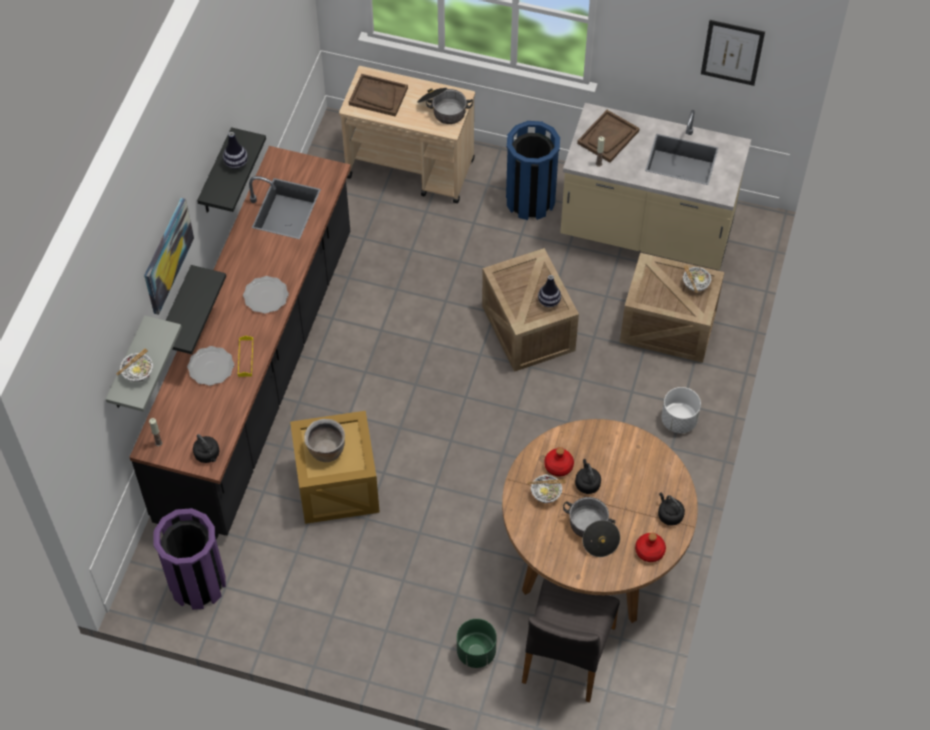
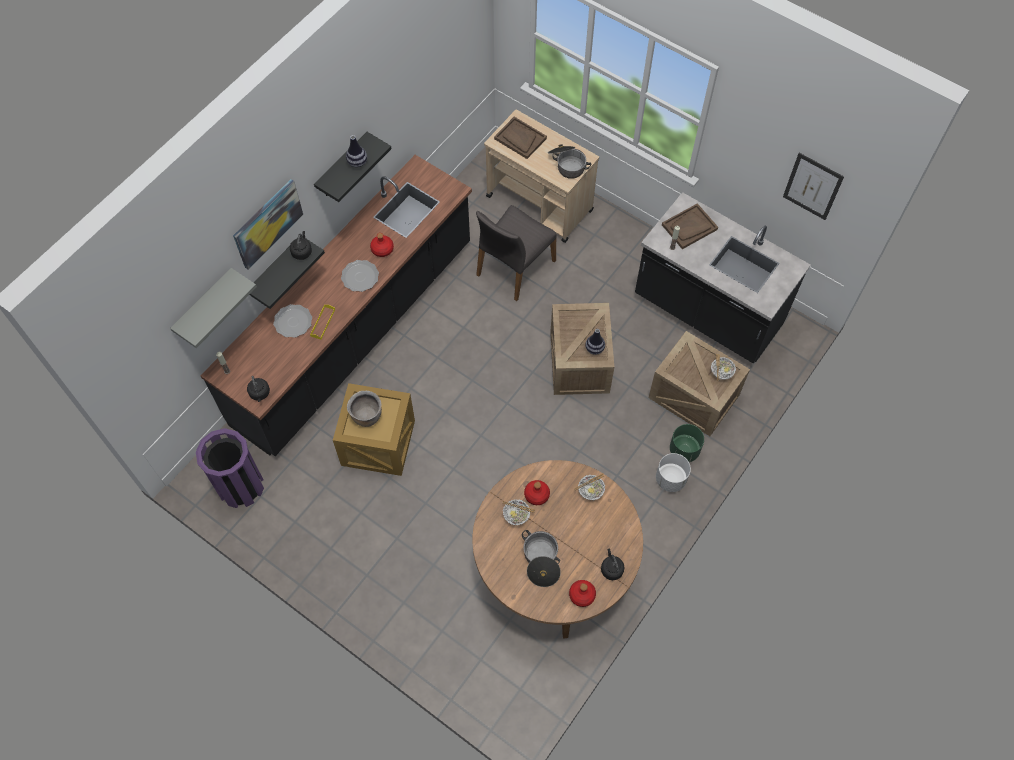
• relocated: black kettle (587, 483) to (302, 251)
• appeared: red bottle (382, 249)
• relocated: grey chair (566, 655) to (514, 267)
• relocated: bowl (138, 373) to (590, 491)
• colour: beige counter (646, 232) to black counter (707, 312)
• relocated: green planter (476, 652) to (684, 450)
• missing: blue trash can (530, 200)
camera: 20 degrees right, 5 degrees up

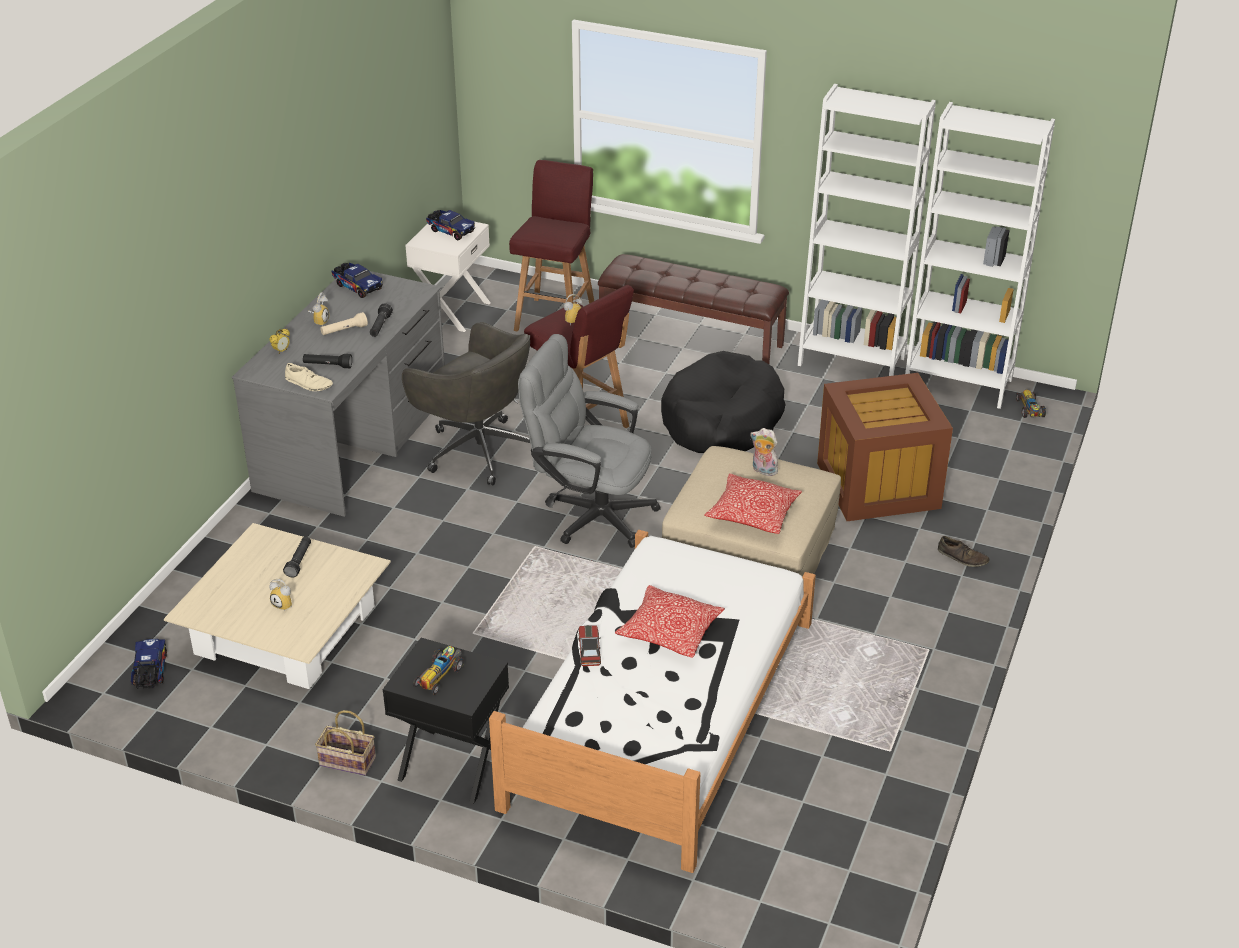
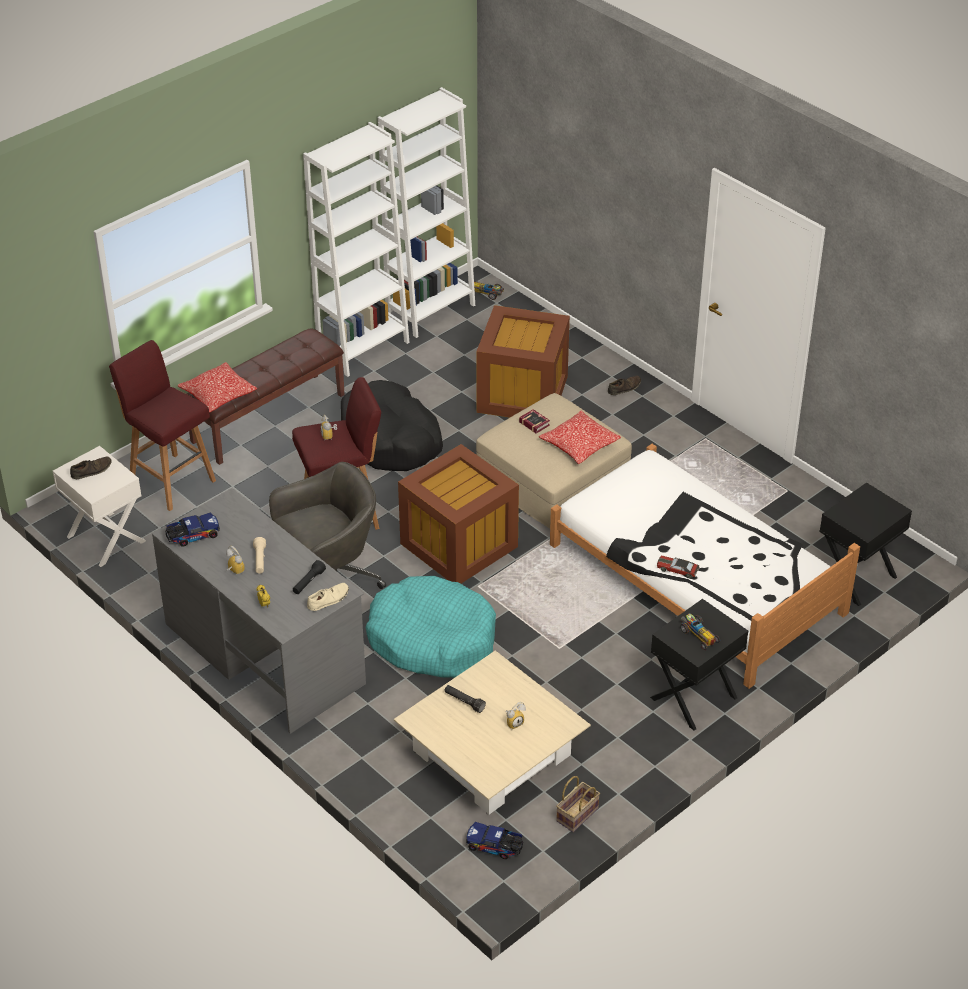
• exchanged: toy truck (450, 231) to brown shoe (91, 470)
• relocated: pillow (669, 632) to (218, 395)
• appeared: turquoise dog bed (432, 639)
• exchanged: grey office chair (590, 513) to brown storage box (457, 545)
• exchanged: plush toy (763, 471) to book (534, 423)
• relocated: basket (346, 762) to (577, 816)
• appeared: black nightstand (856, 577)
• missing: black flashlight (380, 327)
camera: 65 degrees left, 5 degrees up

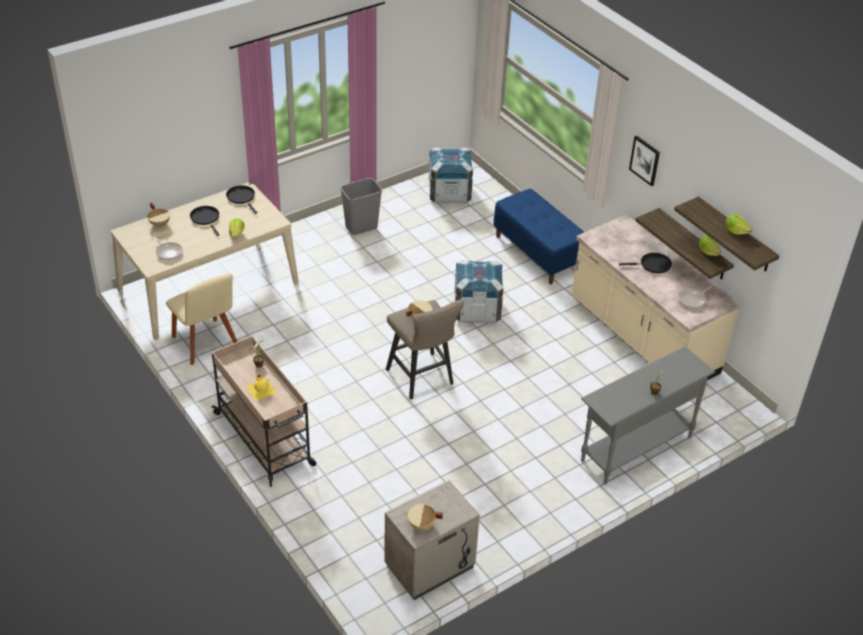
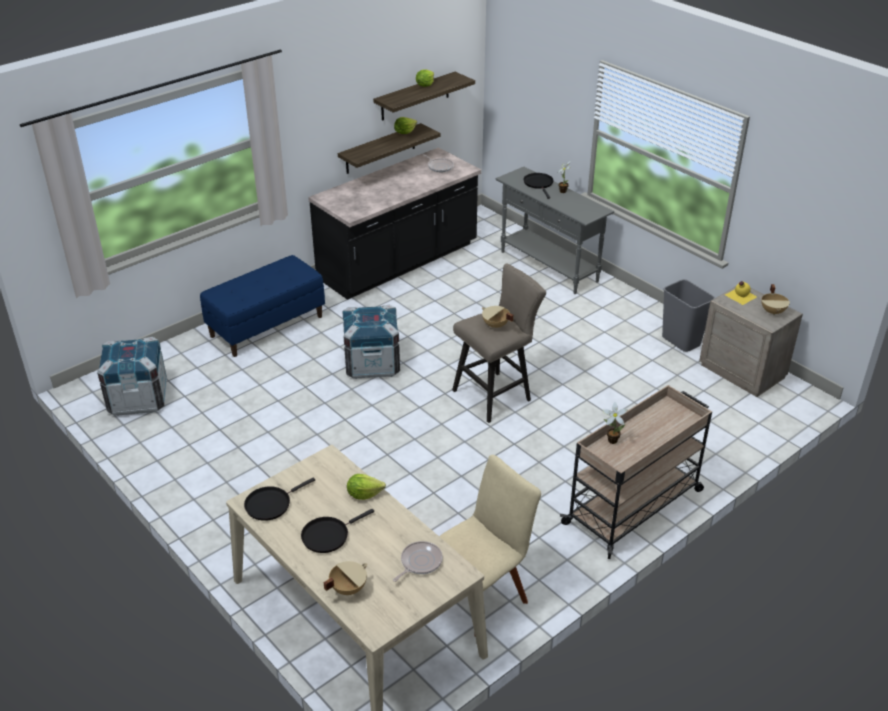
• colour: beige counter (642, 338) to black counter (399, 262)
• relocated: black frying pan (653, 265) to (539, 184)
• relocated: grey trash can (361, 228) to (681, 341)
• relocated: yellow bottle (261, 389) to (740, 295)
• missing: picture (645, 160)
camera: 95 degrees left, 5 degrees down

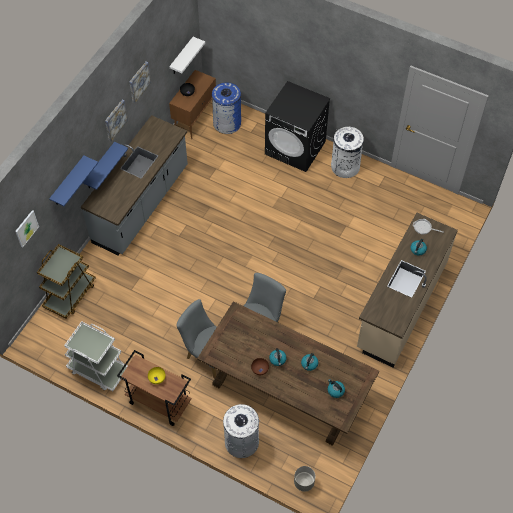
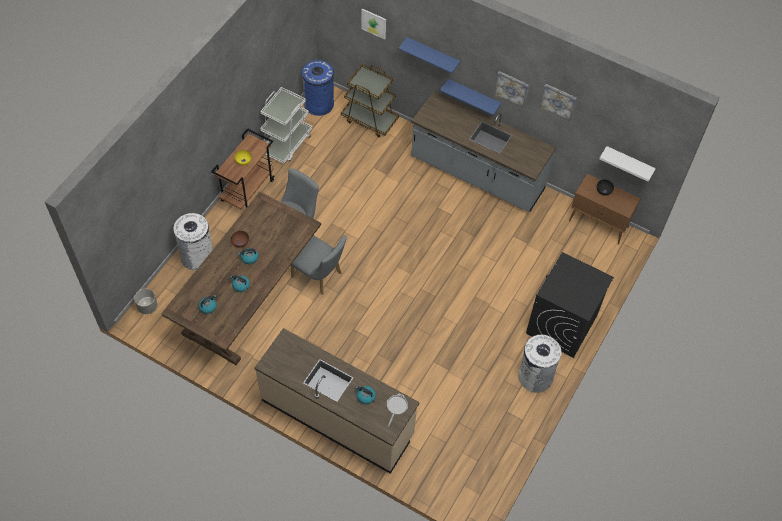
• relocated: blue trash can (227, 123) to (319, 104)
camera: 90 degrees right, 0 degrees up

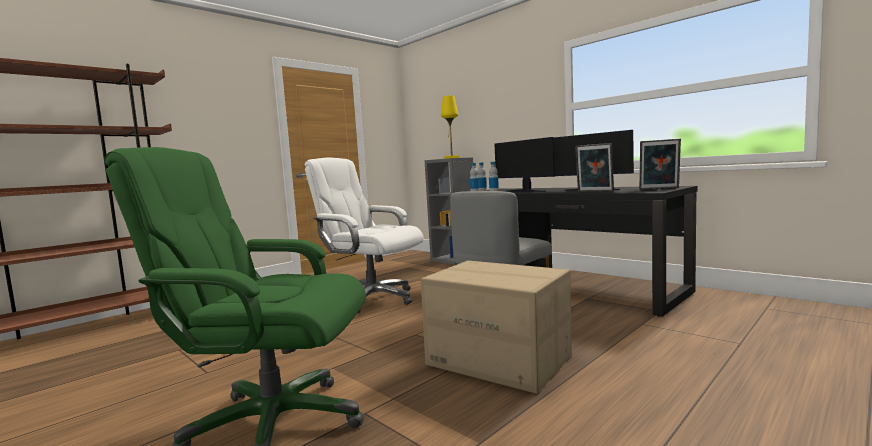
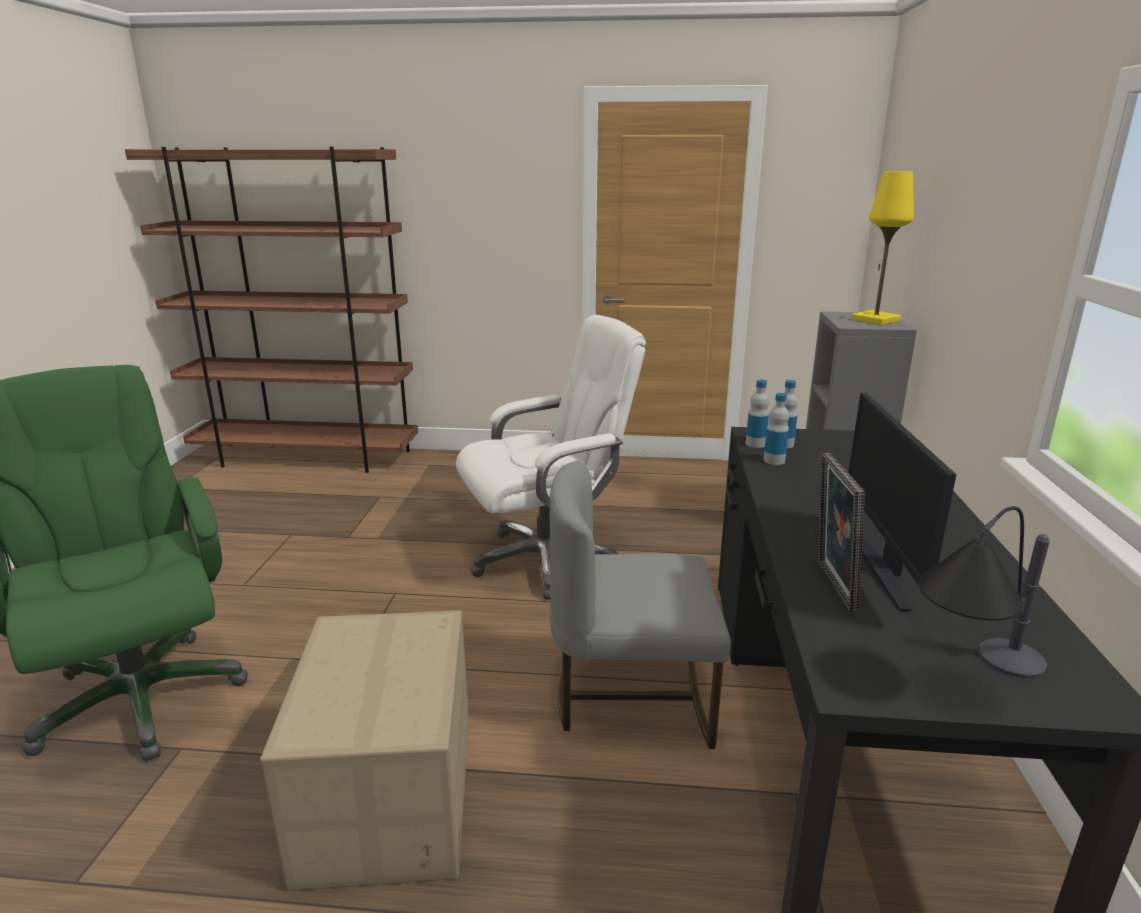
• spun: white office chair (372, 299) = (547, 560) 75 degrees clockwise
• exchanged: picture frame (659, 189) to table lamp (972, 678)
• missing: monitor (525, 191)
camera: 50 degrees right, 15 degrees up

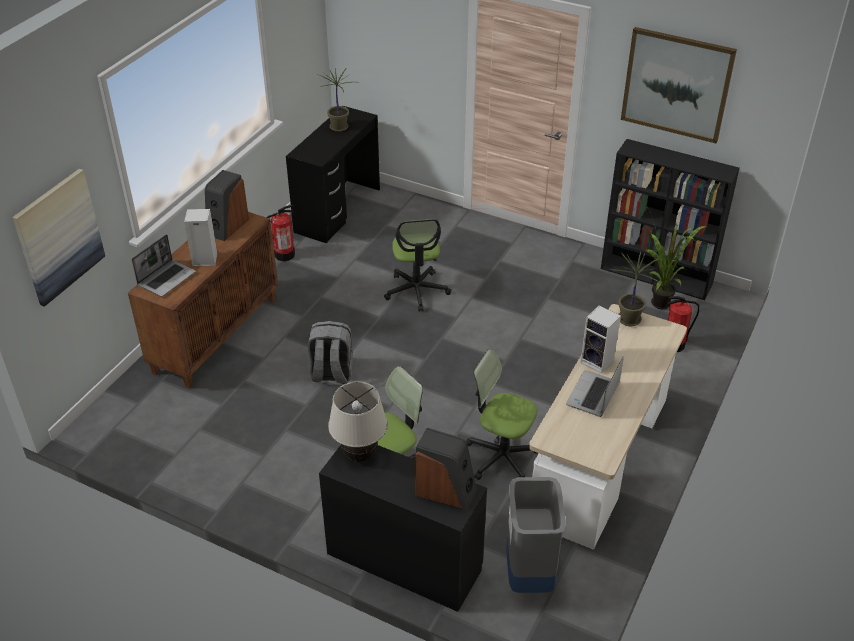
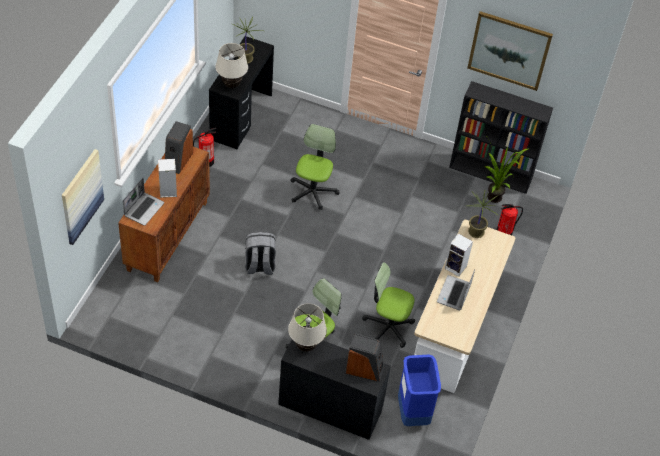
• appeared: beige table lamp (231, 85)
• spun: office chair (416, 291) = (313, 191) 150 degrees counterclockwise
• colour: grey trash can (528, 575) to blue trash can (412, 413)
camera: 10 degrees left, 10 degrees up

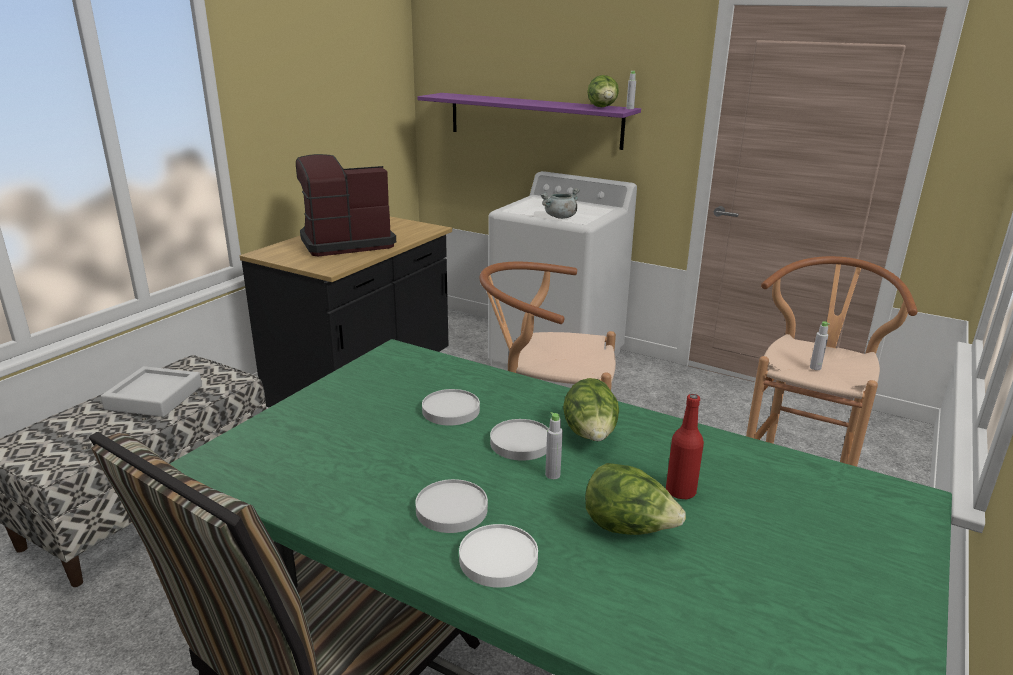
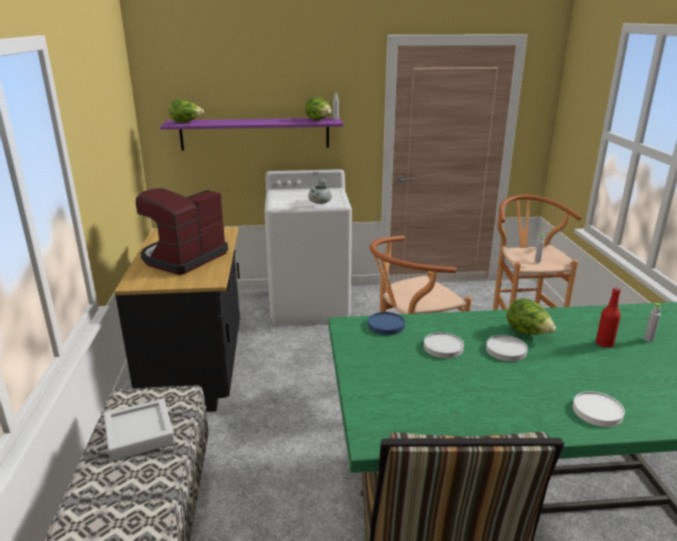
• relocated: lettuce (628, 528) to (186, 122)
• appeared: blue plate (385, 325)
• relocated: grey bottle (552, 475) to (648, 339)
• missing: white plate (452, 509)
camera: 35 degrees left, 0 degrees up

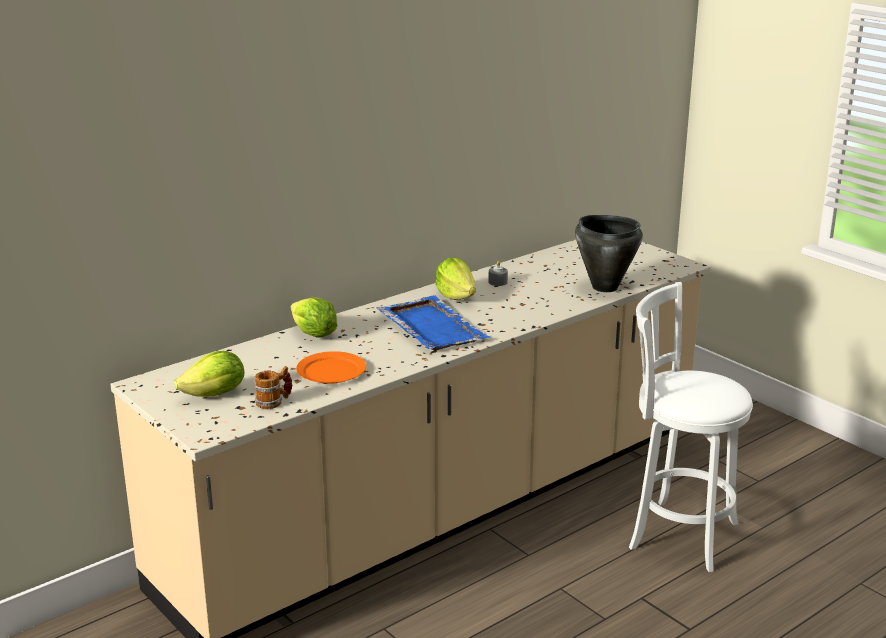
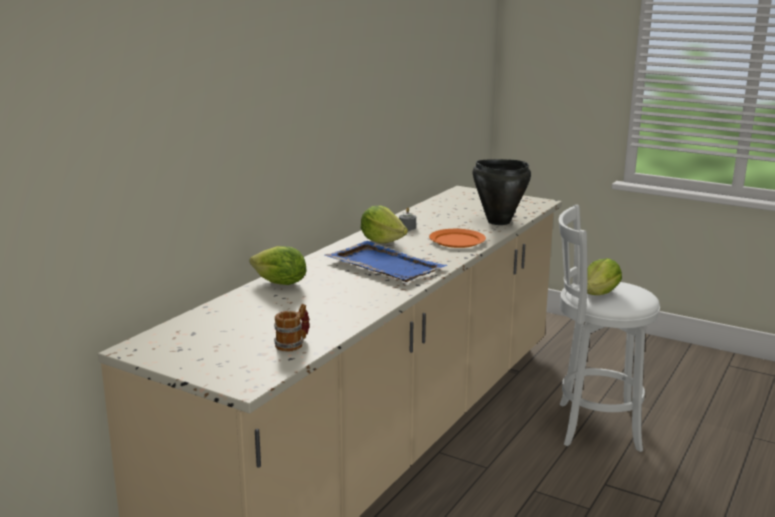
• relocated: orange plate (331, 371) to (457, 241)
• relocated: lettuce (215, 394) to (600, 294)
camera: 20 degrees left, 5 degrees down

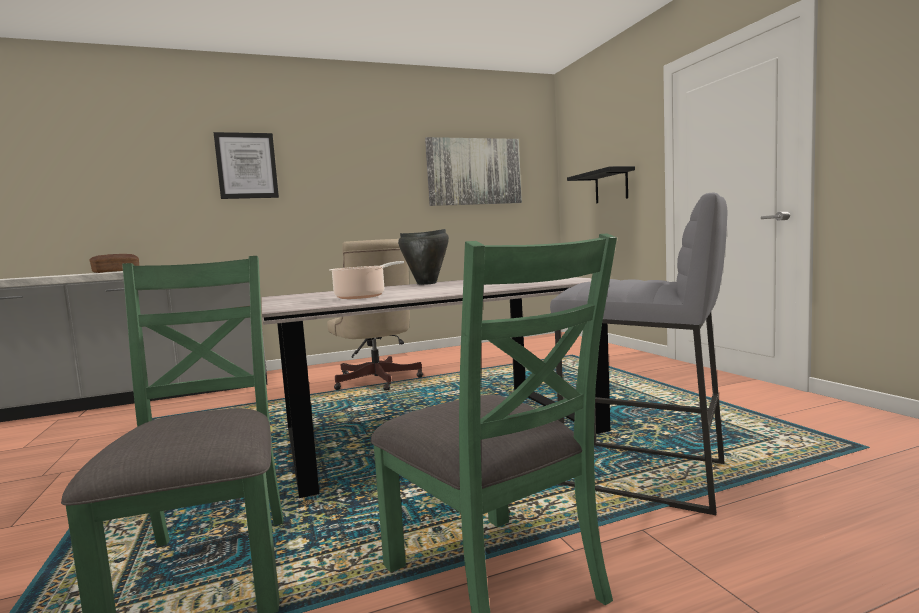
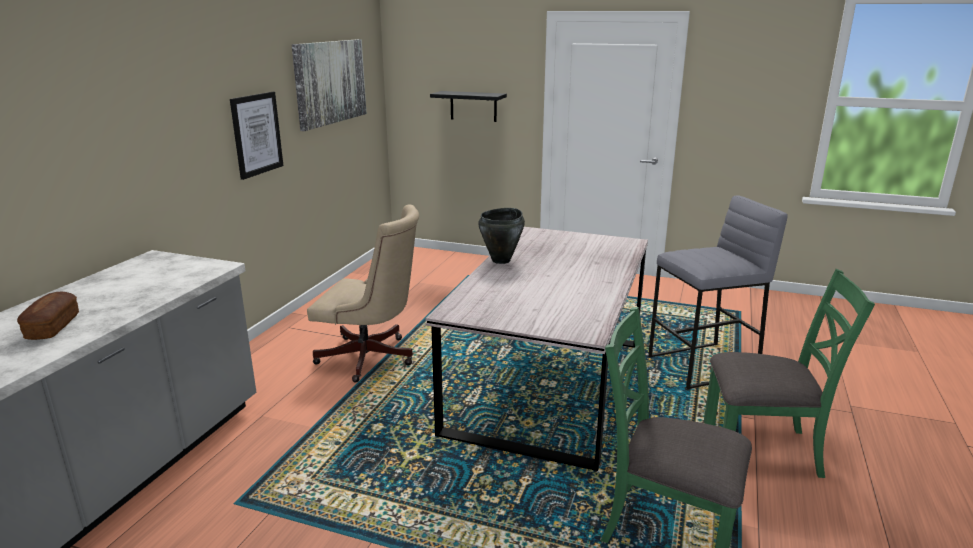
• relocated: picture (247, 166) to (256, 134)
• missing: cooking pot (363, 296)
camera: 50 degrees left, 15 degrees up

